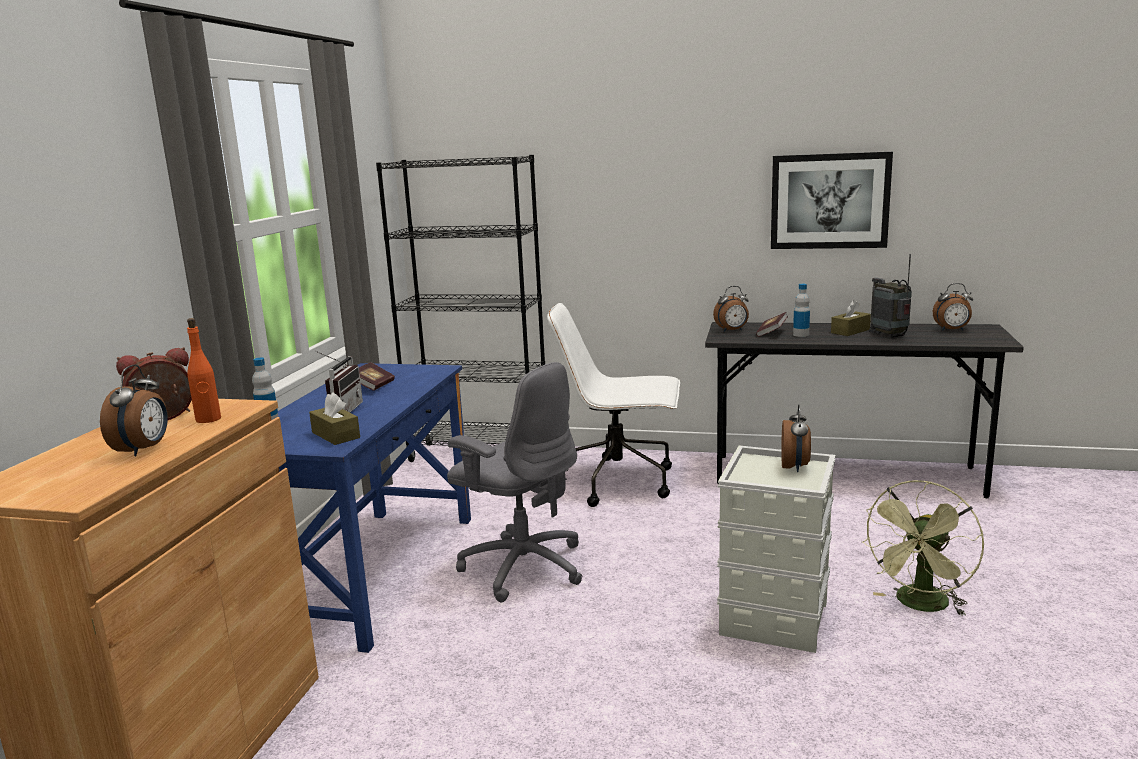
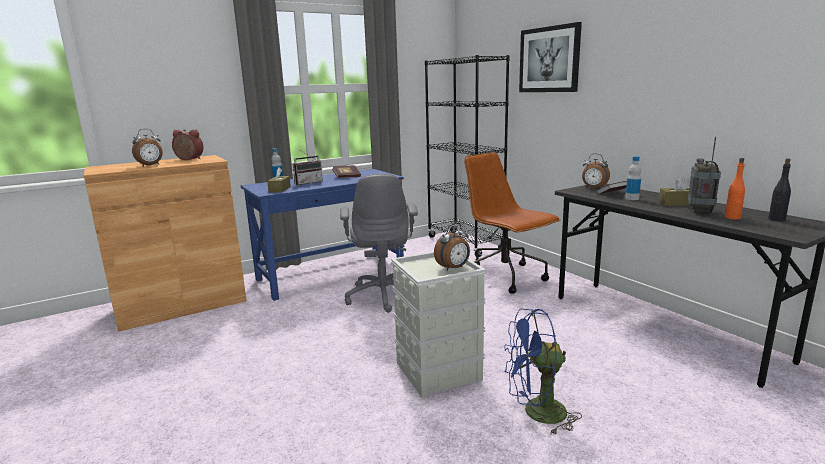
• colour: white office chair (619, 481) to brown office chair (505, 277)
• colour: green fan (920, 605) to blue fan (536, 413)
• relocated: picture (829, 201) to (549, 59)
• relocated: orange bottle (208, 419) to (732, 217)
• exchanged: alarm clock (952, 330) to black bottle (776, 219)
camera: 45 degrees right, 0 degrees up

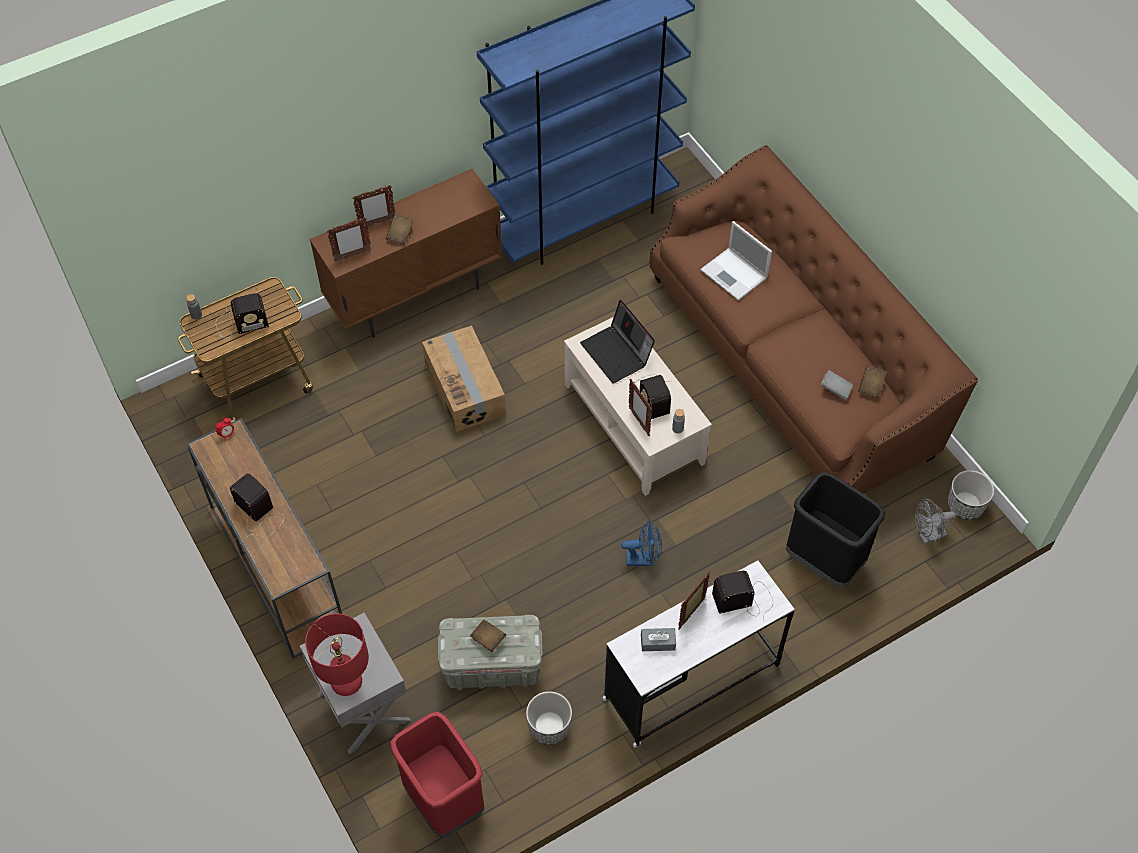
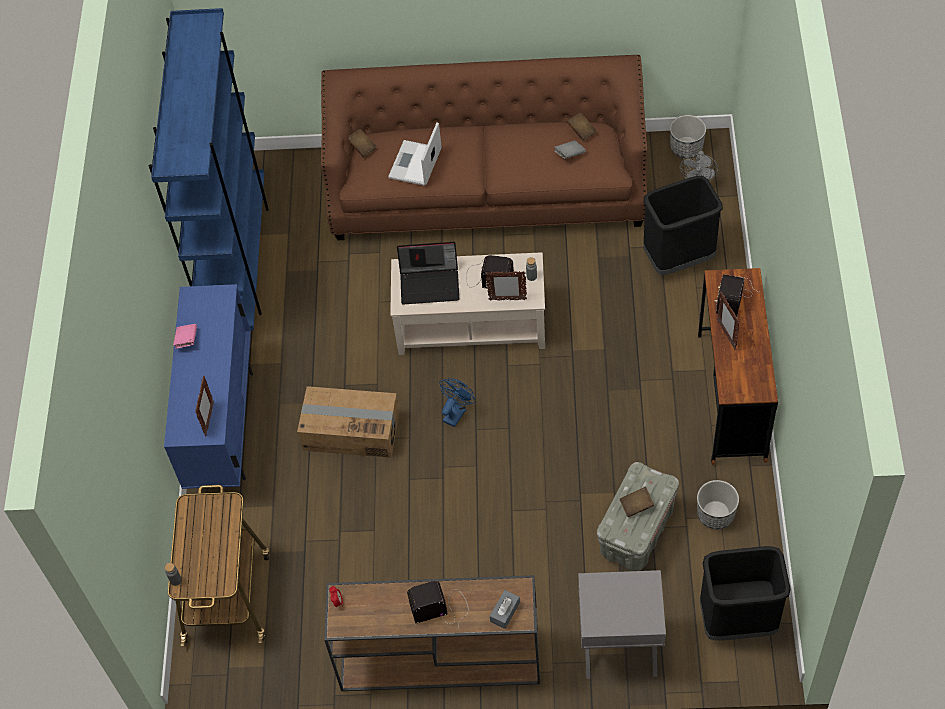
• colour: brown cabinet (415, 296) to blue cabinet (224, 426)
• appeared: pink book (186, 340)
• relocated: brown book (400, 234) to (362, 147)
• spun: laptop (735, 274) = (415, 164) 120 degrees clockwise
• relocated: blue fan (643, 559) to (456, 412)
• relocated: grey tissue box (658, 642) to (505, 612)
• colour: white desk (691, 682) to brown desk (731, 397)
• colour: red trash can (444, 799) to black trash can (738, 620)
• missing: radio (240, 323)
• missing: red table lamp (347, 681)
• missing: picture frame (377, 223)
camera: 55 degrees left, 0 degrees up

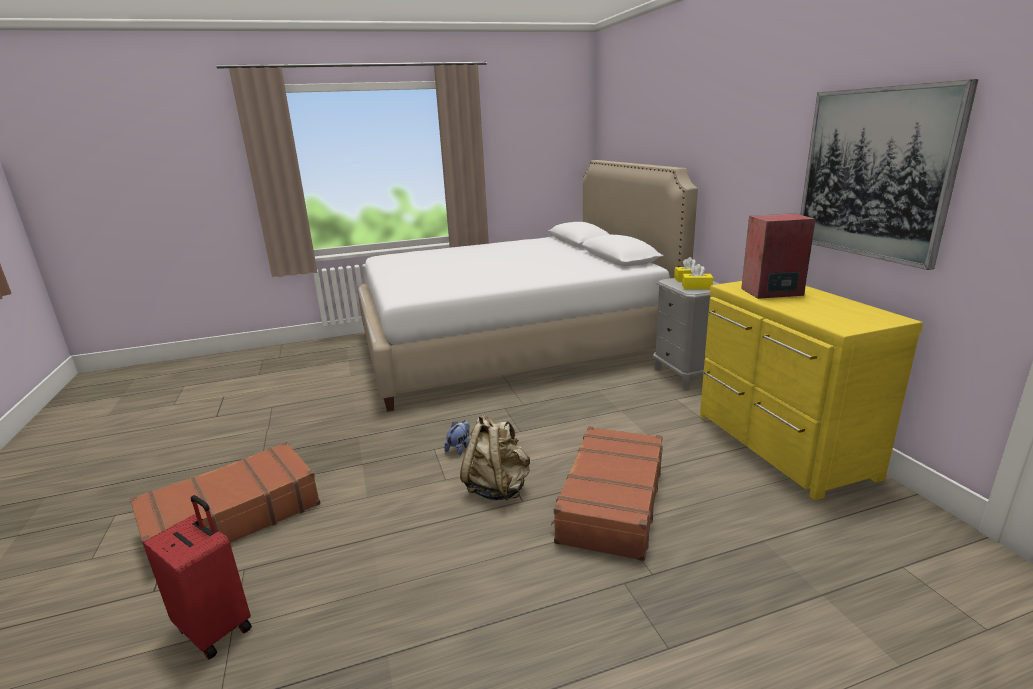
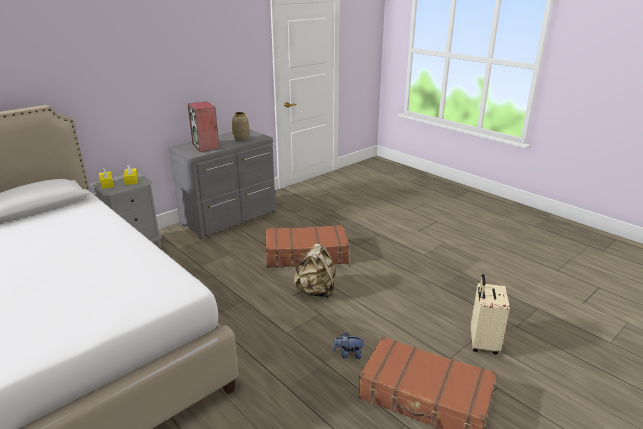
• colour: yellow dresser (779, 446) to grey dresser (230, 218)
• appeared: vase (241, 139)
• relocated: plush toy (459, 448) to (348, 354)
• colour: red suitcase (216, 627) to beige suitcase (482, 343)
• missing: picture (874, 174)
camera: 115 degrees left, 5 degrees up

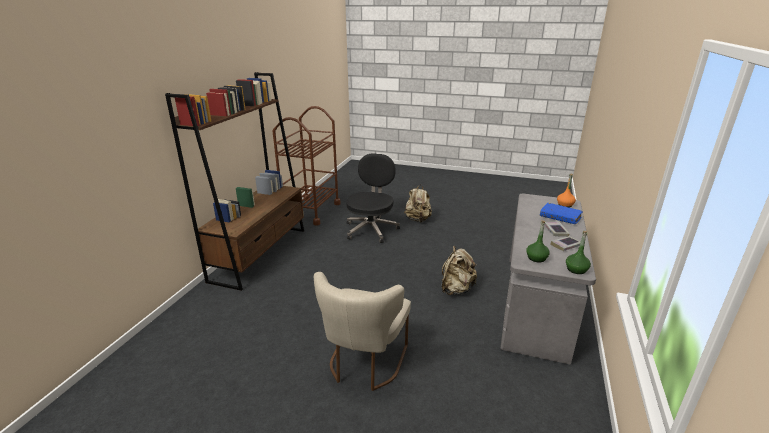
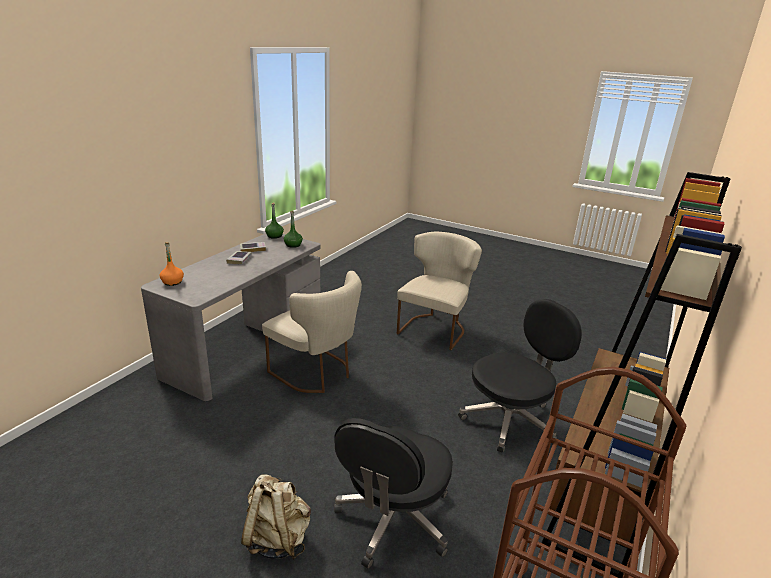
• exchanged: beige backpack (456, 289) to beige chair (316, 373)
• appeared: black office chair (510, 419)
• missing: blue book (560, 217)
camera: 170 degrees left, 0 degrees up

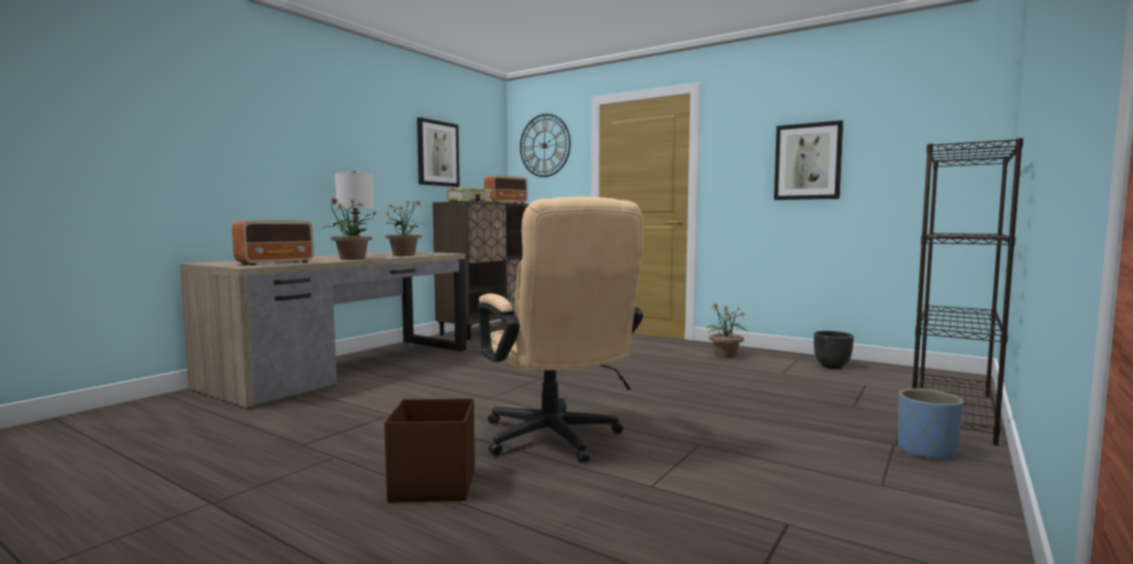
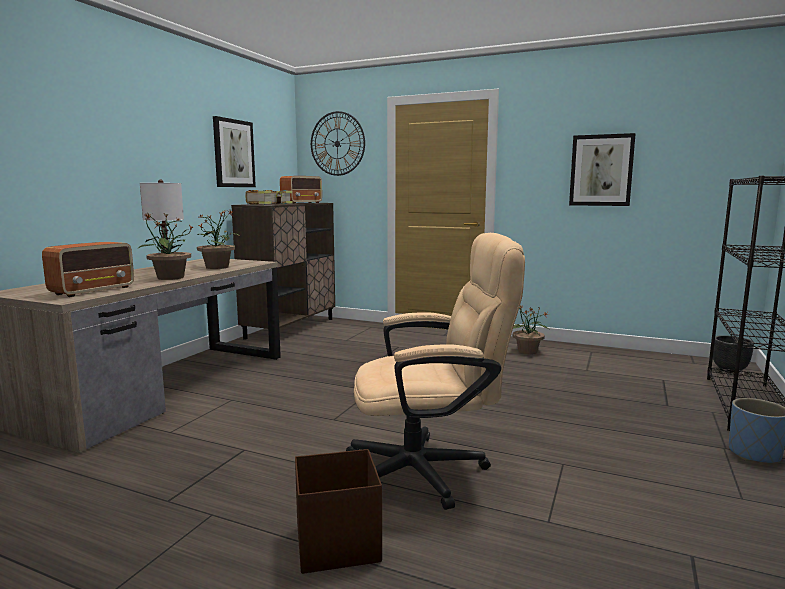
• spun: beige office chair (556, 441) = (429, 471) 60 degrees counterclockwise
• relocated: black planter (832, 366) to (729, 370)
camera: 10 degrees left, 5 degrees up

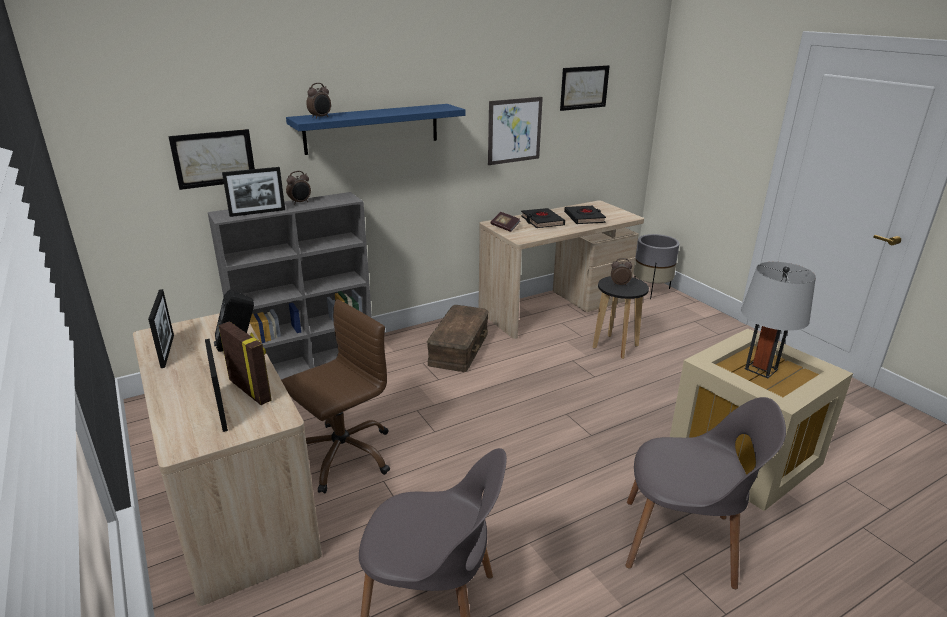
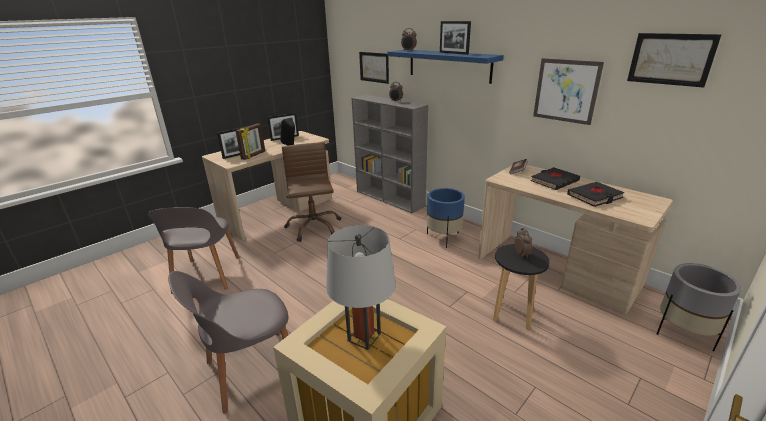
• spun: grey chair (682, 542) = (250, 370) 60 degrees clockwise
• spun: brown office chair (342, 455) = (313, 227) 135 degrees counterclockwise
• exchanged: brown storage box (458, 348) to blue planter (444, 238)
• relocated: picture frame (257, 213) to (453, 53)
camera: 75 degrees right, 0 degrees up

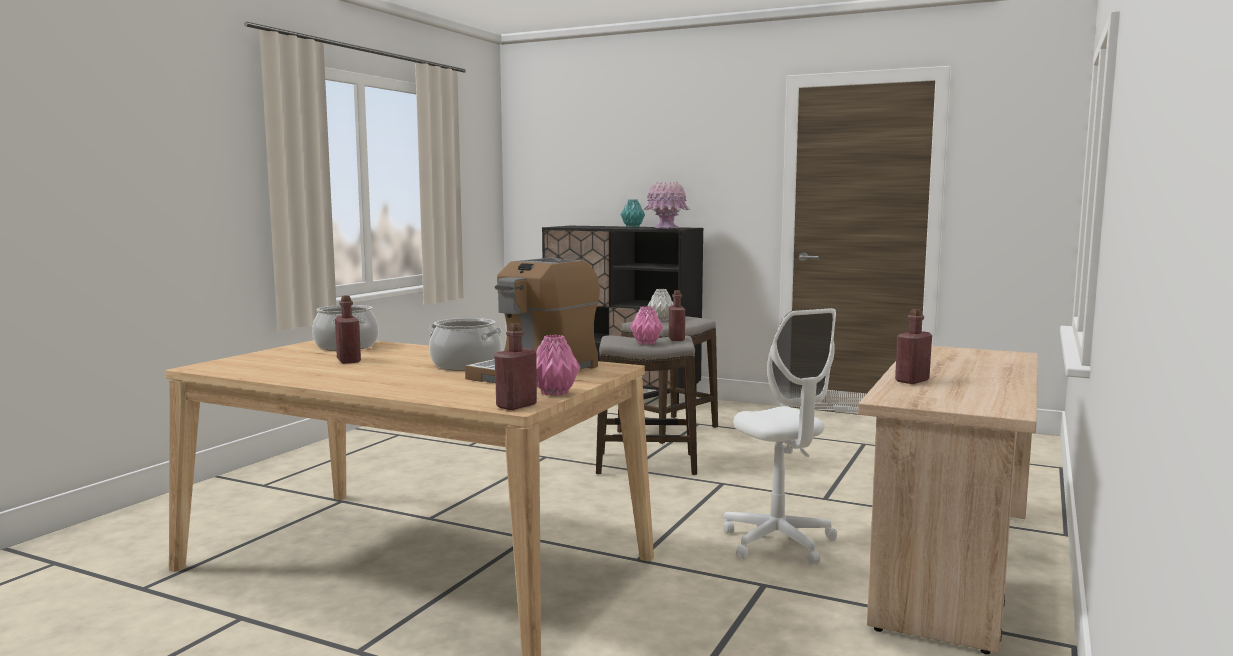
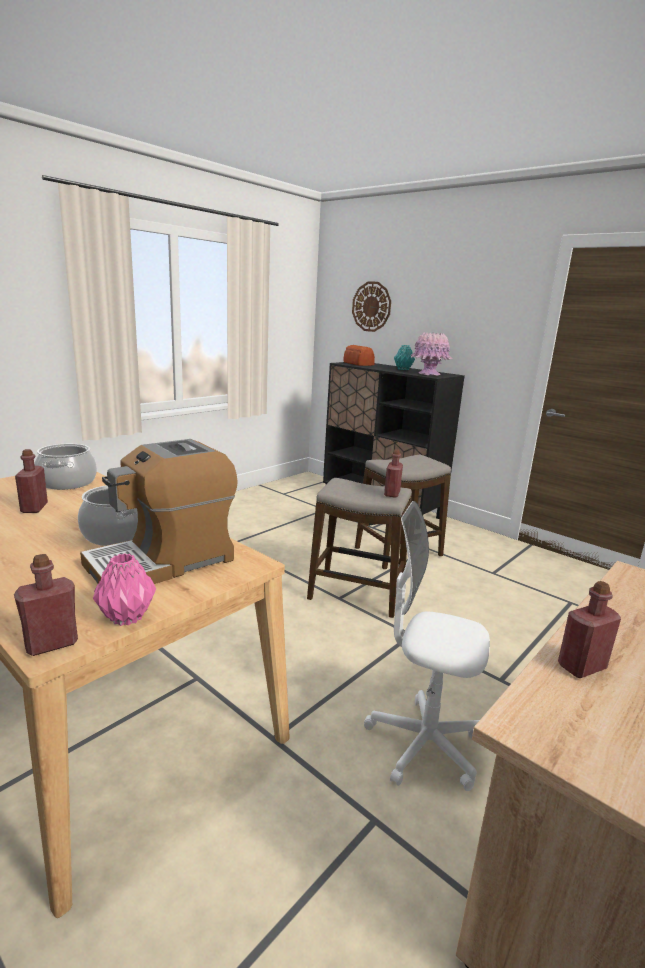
• appeared: bread (358, 364)
• appeared: wall clock (371, 306)
• spun: white office chair (778, 543) = (423, 745) 120 degrees clockwise
• missing: pink vase (646, 343)
• missing: grey vase (661, 320)
camera: 15 degrees right, 10 degrees up

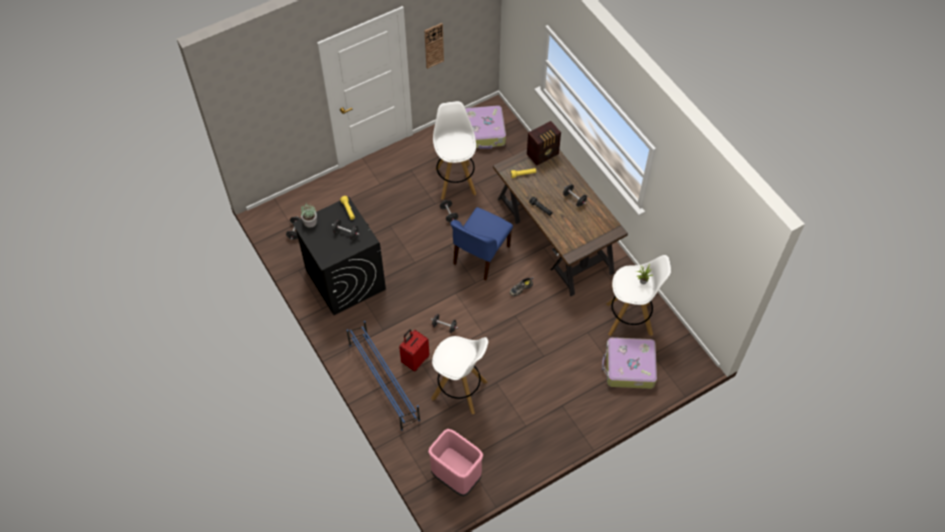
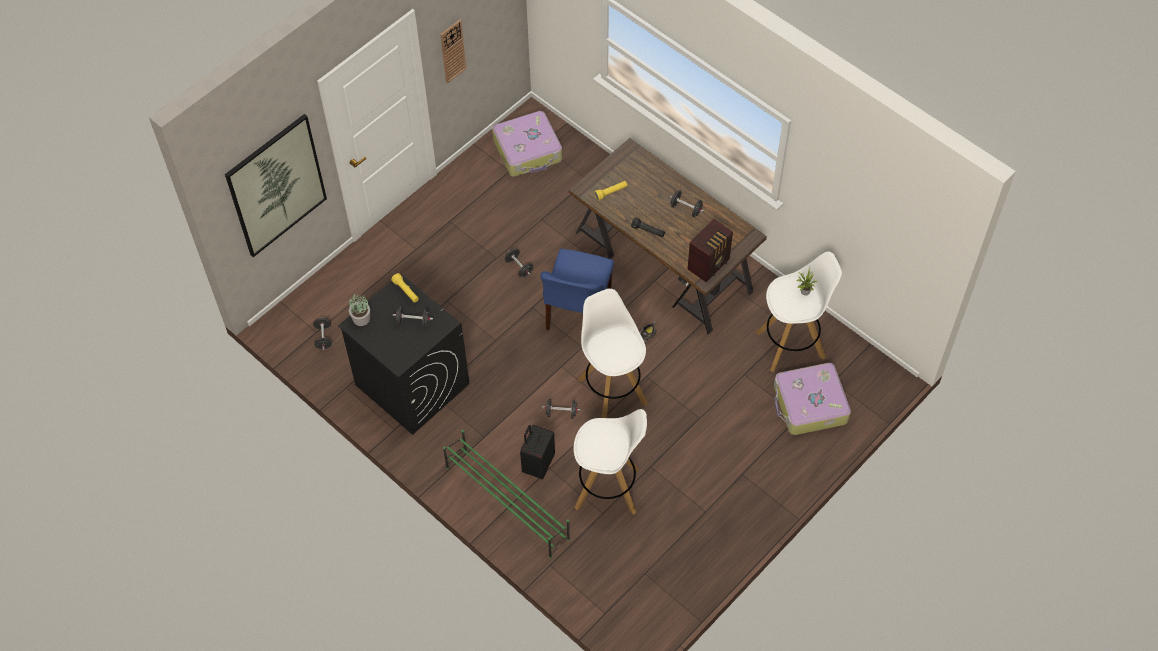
• appeared: picture (276, 186)
• colour: blue shoe rack (384, 381) to green shoe rack (507, 502)
• colour: red suitcase (415, 360) to black suitcase (537, 464)
• relocated: white stool (455, 180) to (612, 390)
• relocated: radio (543, 154) to (709, 264)
• missing: pink trash can (456, 477)
camera: 15 degrees left, 0 degrees up

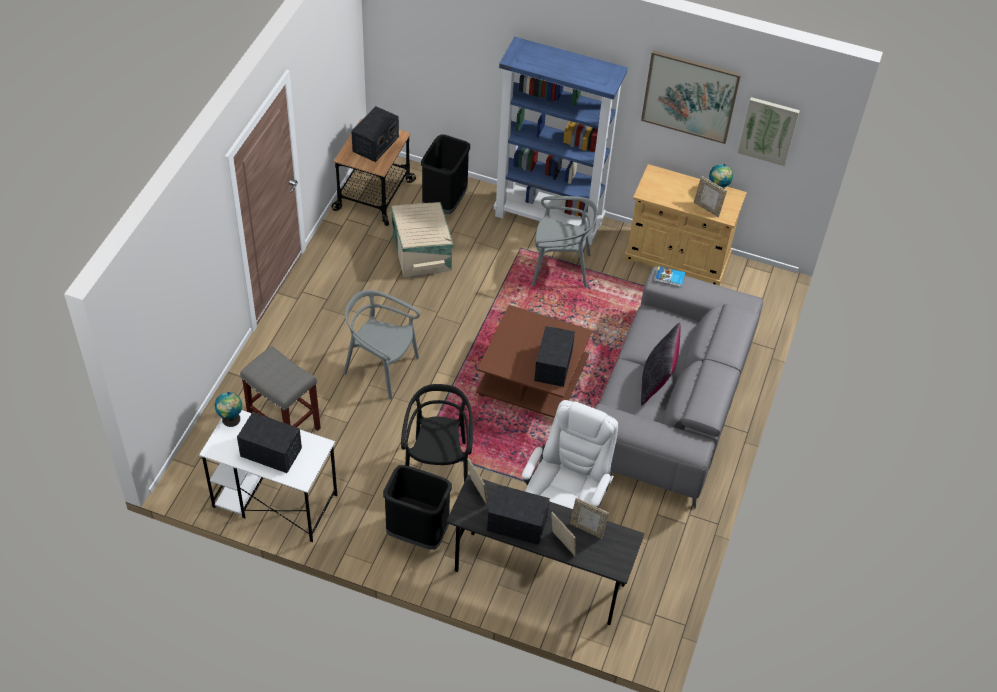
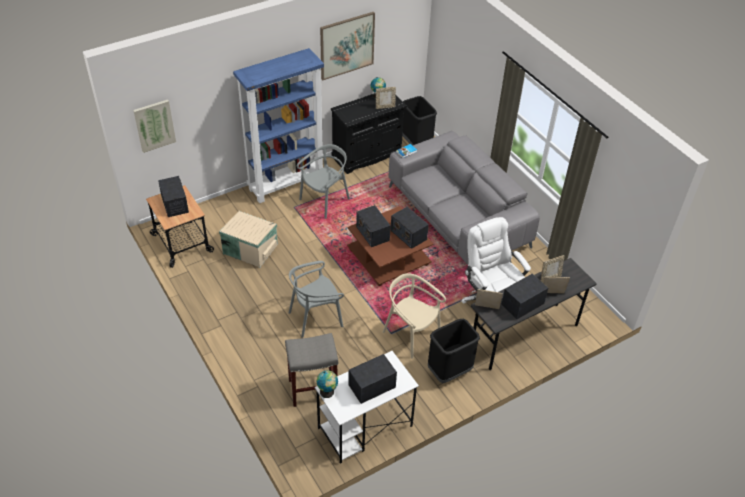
• relocated: picture (768, 130) to (154, 125)
• colour: beige cabinet (677, 258) to black cabinet (367, 155)
• appeared: radio (372, 233)
• colour: black chair (438, 466) to beige chair (411, 334)
• relocated: black trash can (445, 203) to (416, 143)
• missing: black pillow (656, 381)
camera: 50 degrees left, 5 degrees down

